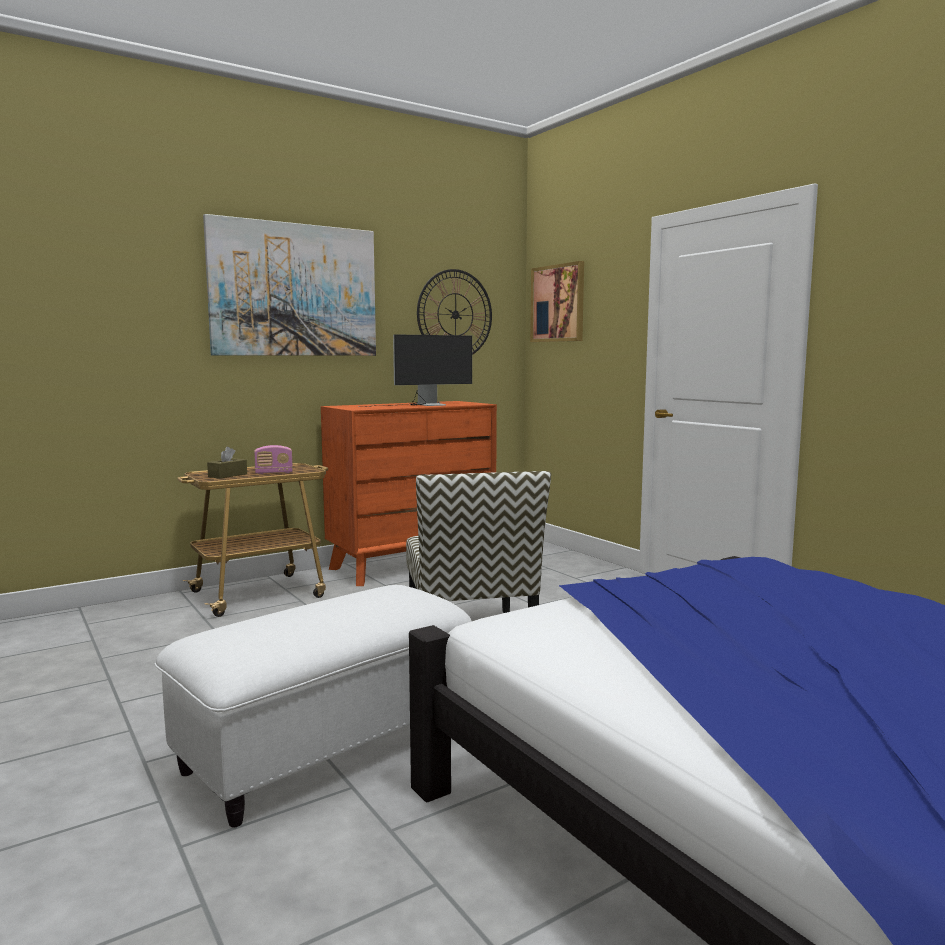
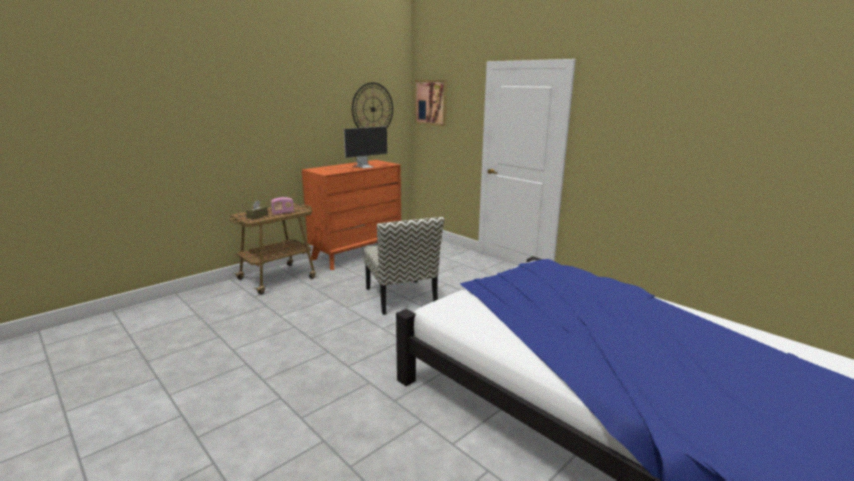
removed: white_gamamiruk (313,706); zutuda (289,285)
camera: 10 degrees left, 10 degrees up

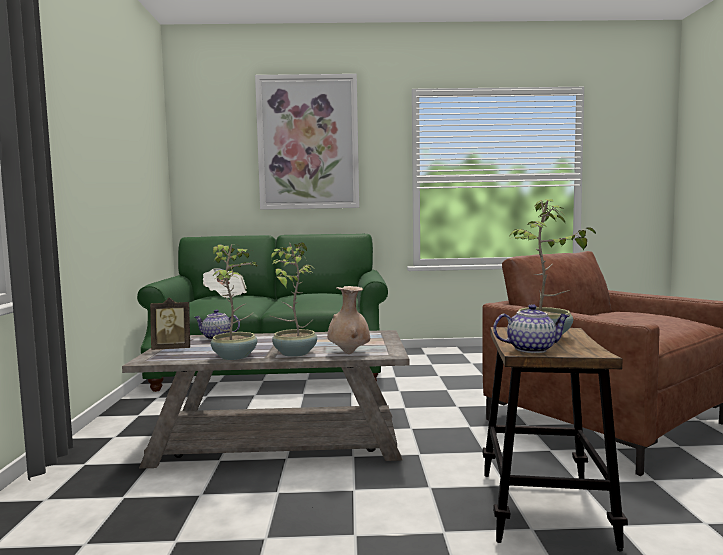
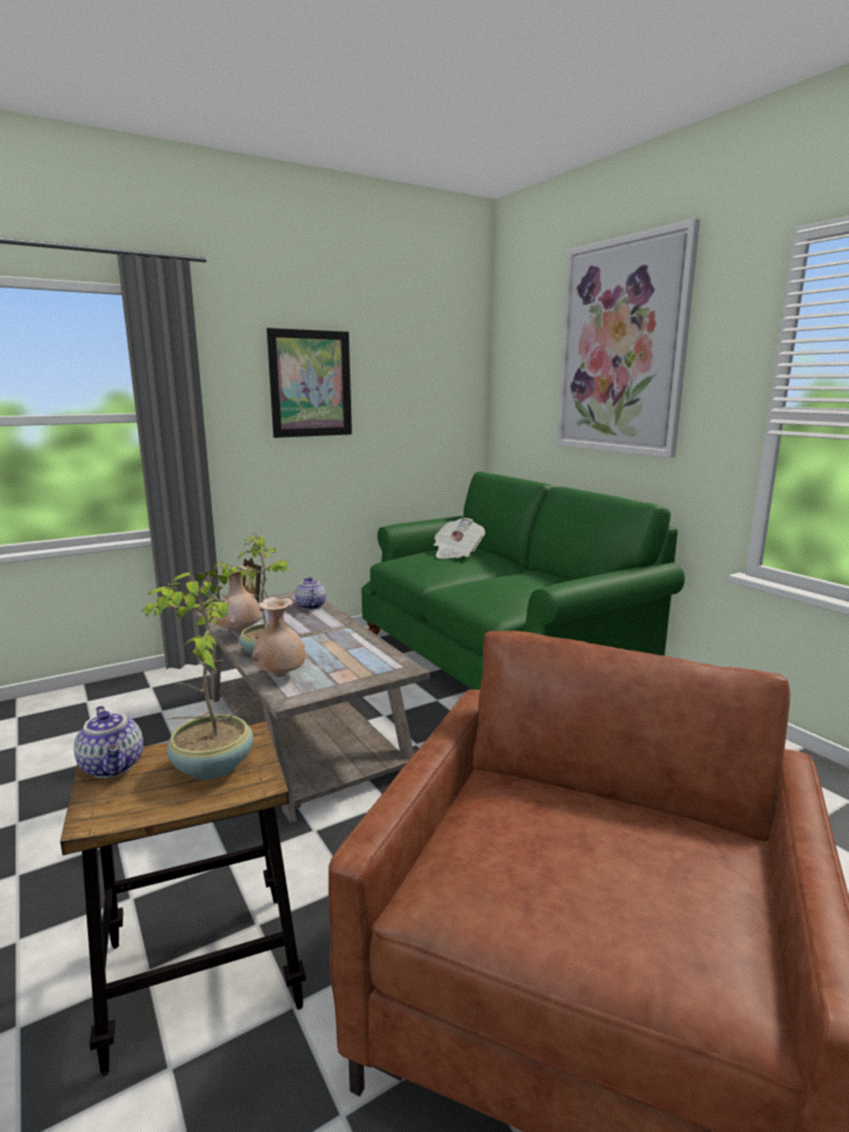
added: zutuda (309,383)
replaced: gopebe (234,302) to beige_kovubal (239,600)
camera: 60 degrees right, 10 degrees up

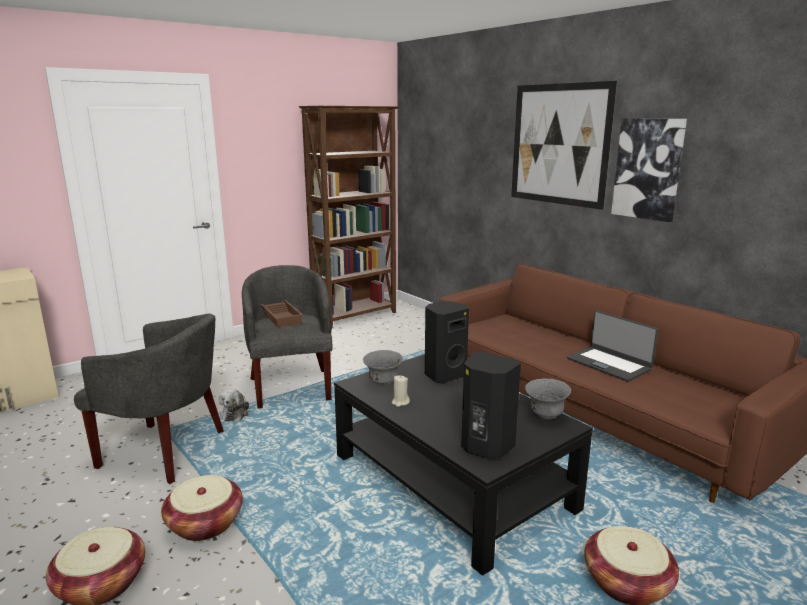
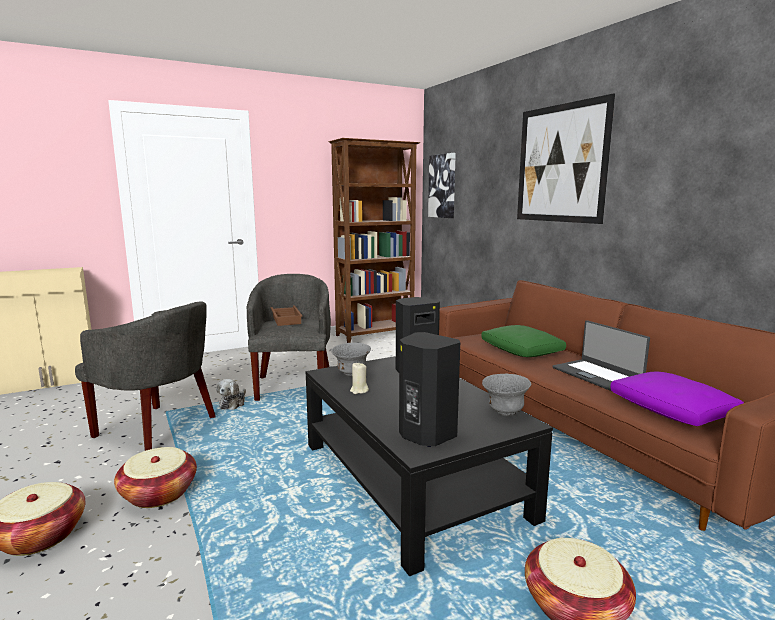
added: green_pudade (523,341); purple_pudade (677,398)
moved: zutuda (649,170) to (442,185)
camera: 10 degrees right, 5 degrees down

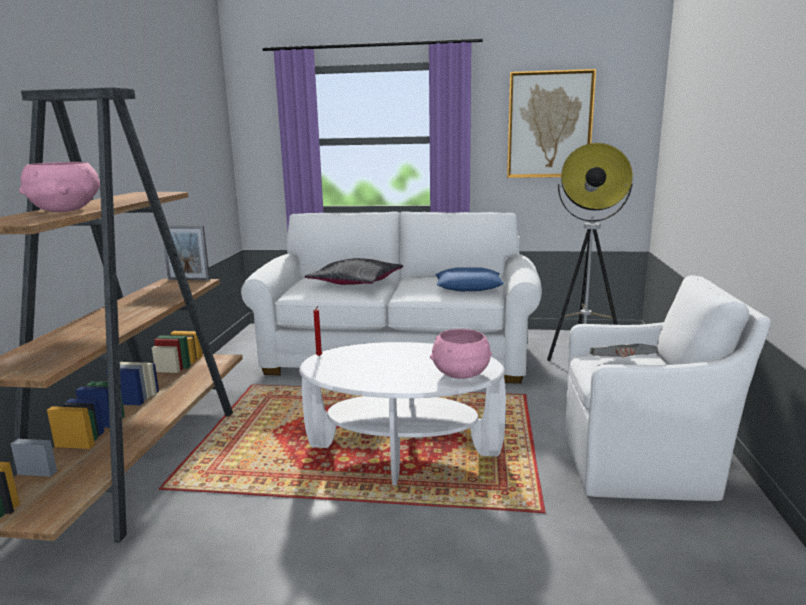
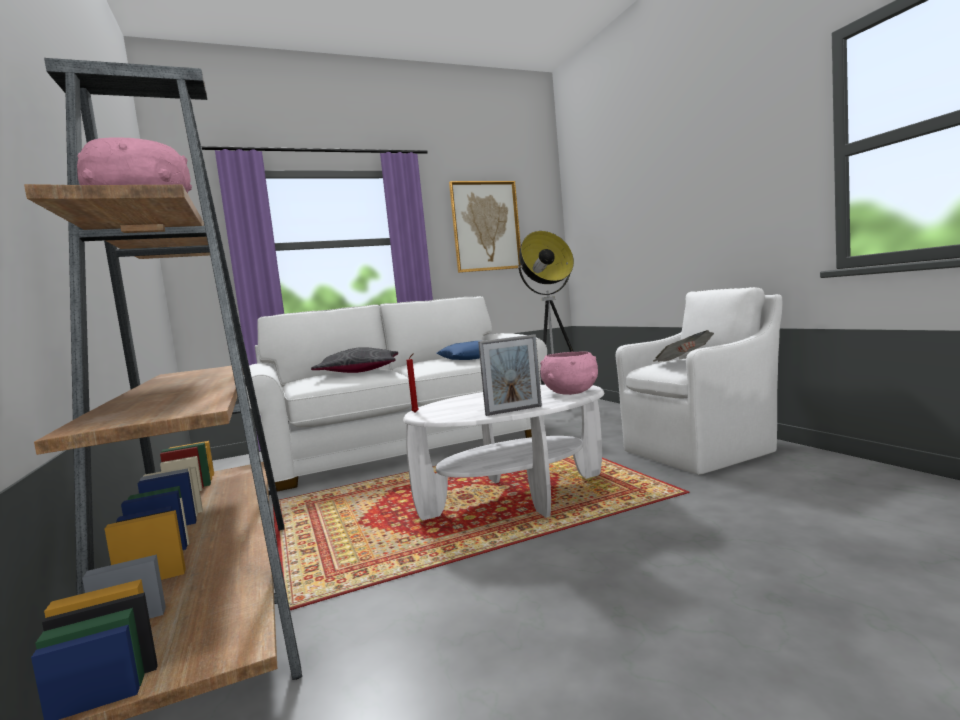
moved: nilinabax (186,253) to (510,375)
camera: 30 degrees left, 10 degrees down

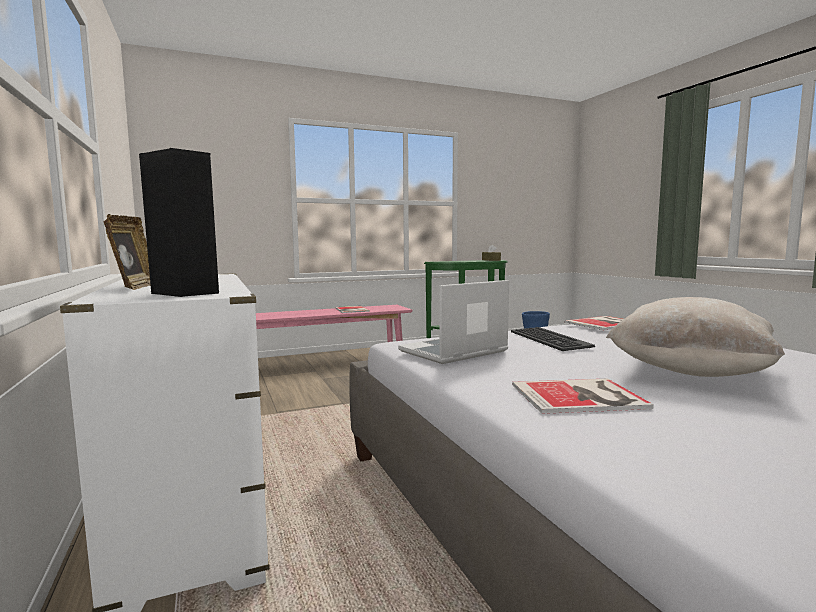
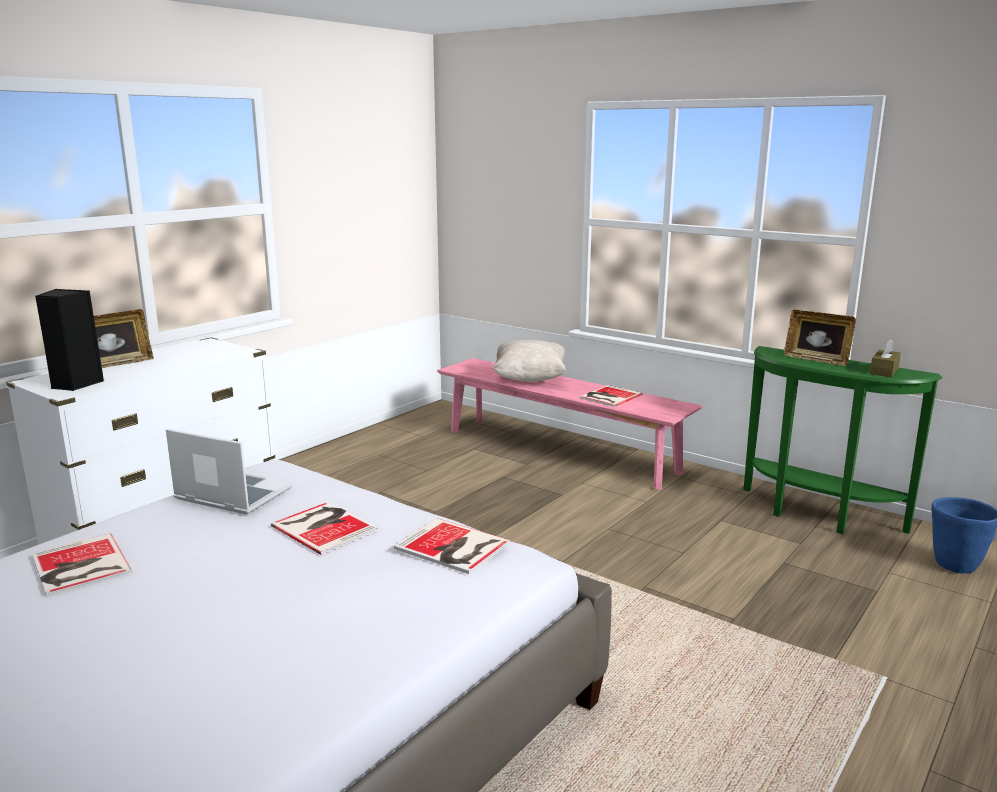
added: nilinabax (820,338)
moved: beige_pudade (695,337) to (529,361)
replaced: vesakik (553,339) to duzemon (325,528)
camera: 60 degrees right, 10 degrees up

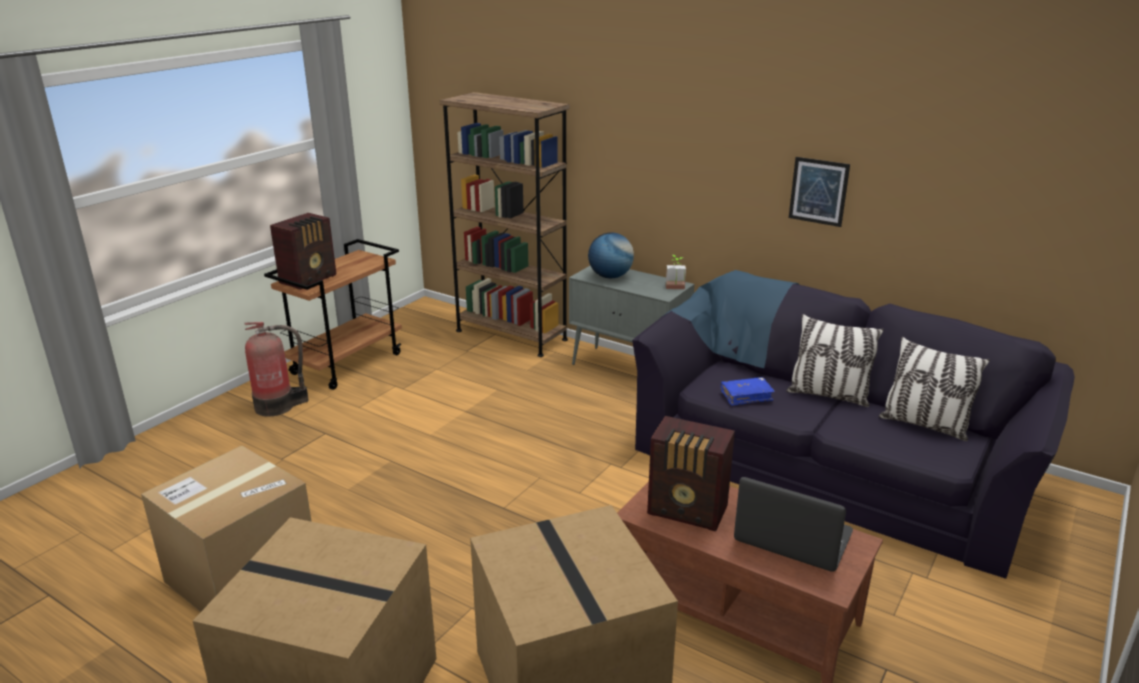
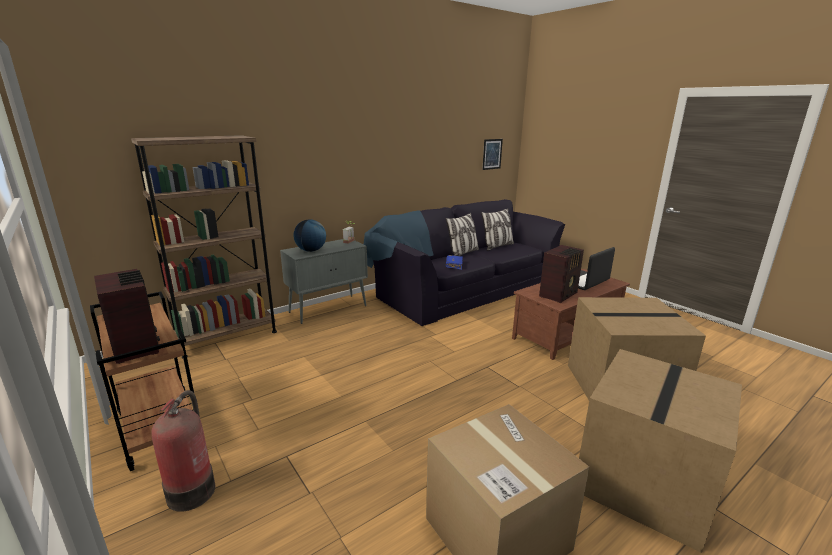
moved: zutuda (819,192) to (492,154)
camera: 70 degrees left, 5 degrees down

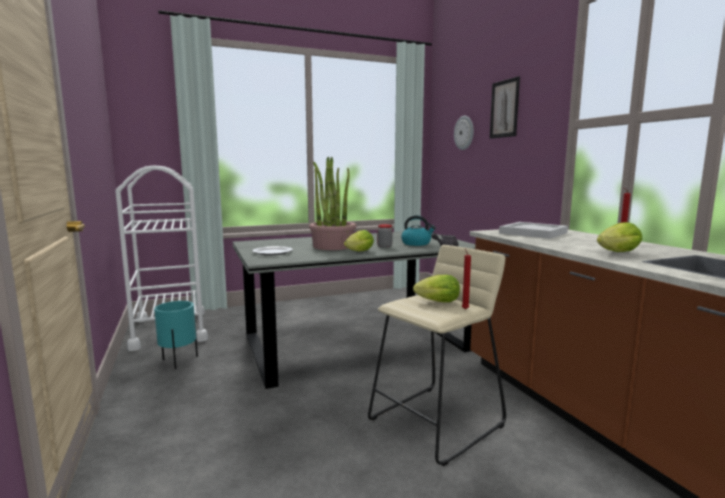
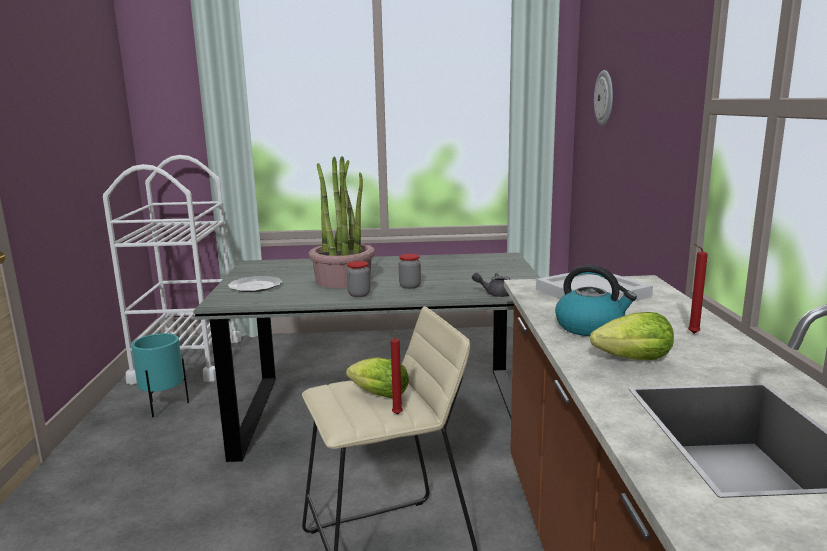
removed: zutuda (505,107)
moved: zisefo (418,230) to (596,300)
replaced: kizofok (359,240) to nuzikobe (358,279)
camera: 20 degrees right, 5 degrees up

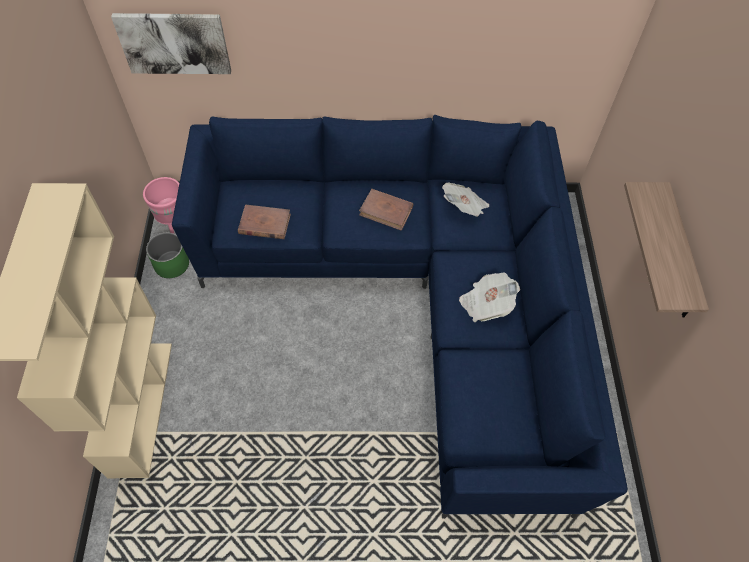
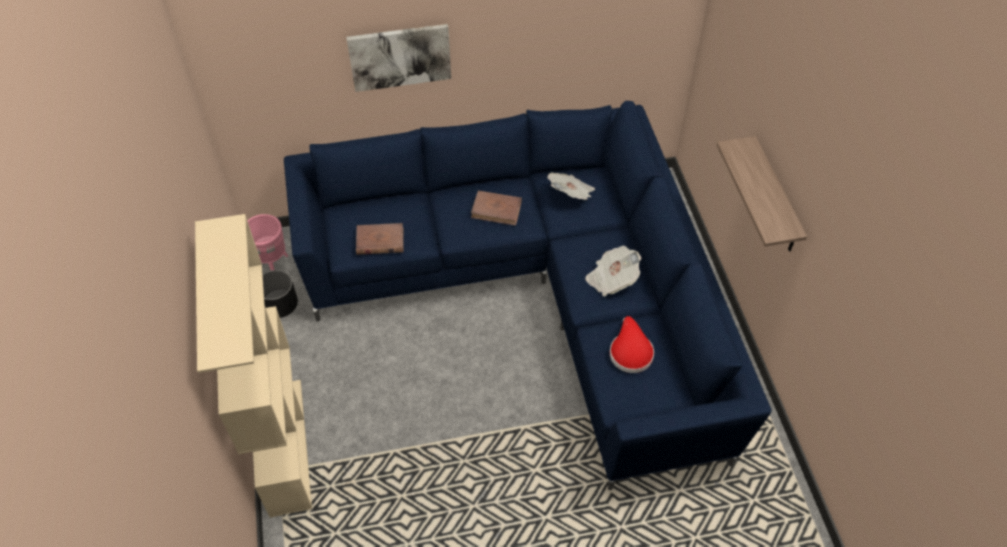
added: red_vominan (632,344)
moved: zutuda (171,43) to (398,58)
recoloured: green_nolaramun (167,255) to black_nolaramun (280,294)
camera: 10 degrees left, 5 degrees down

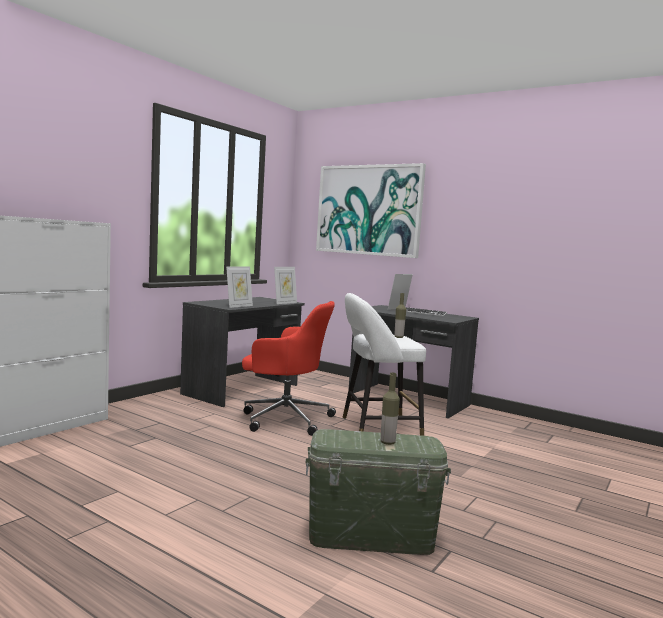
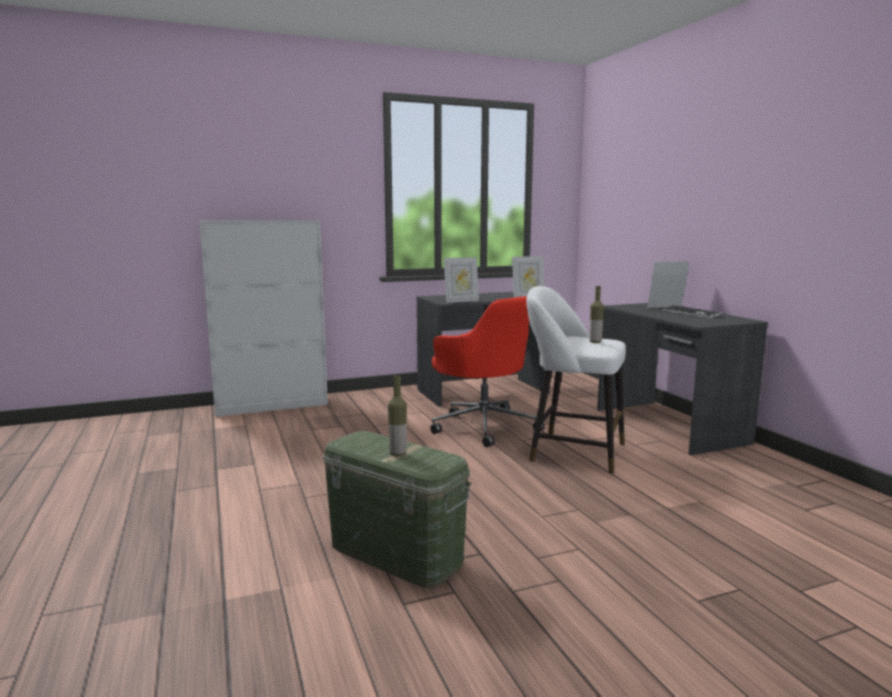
removed: zutuda (371,210)
camera: 35 degrees right, 5 degrees up

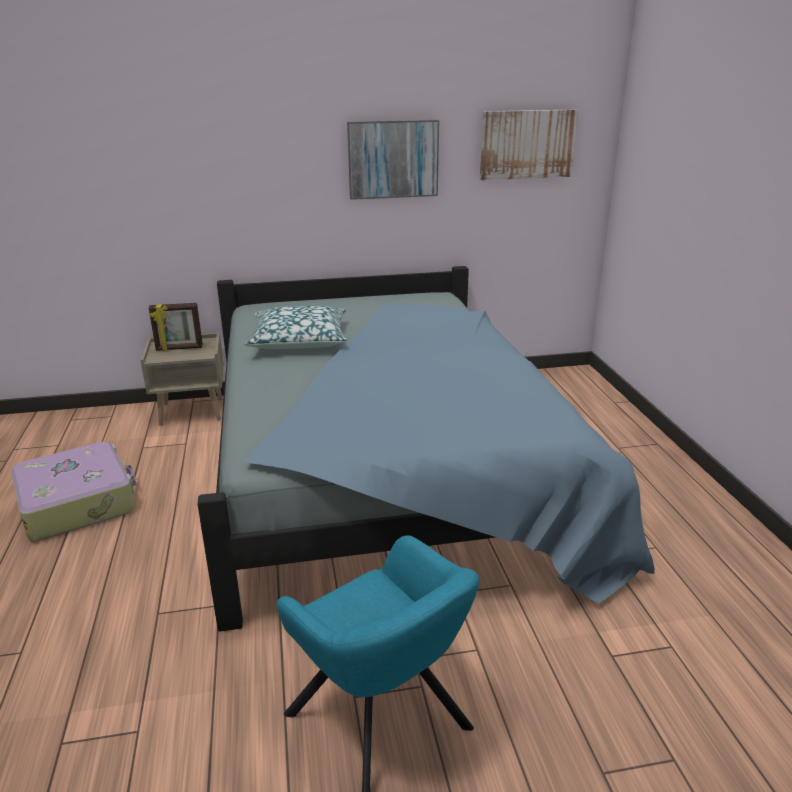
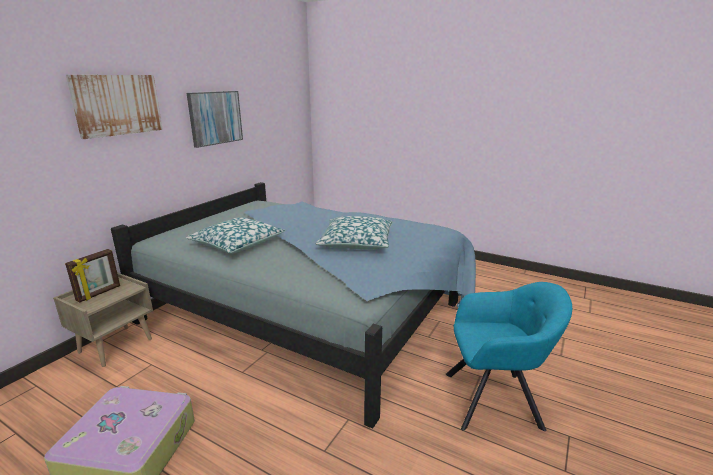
added: pudade (354,233)
moved: zutuda (529,144) to (114,107)
camera: 50 degrees left, 5 degrees down

